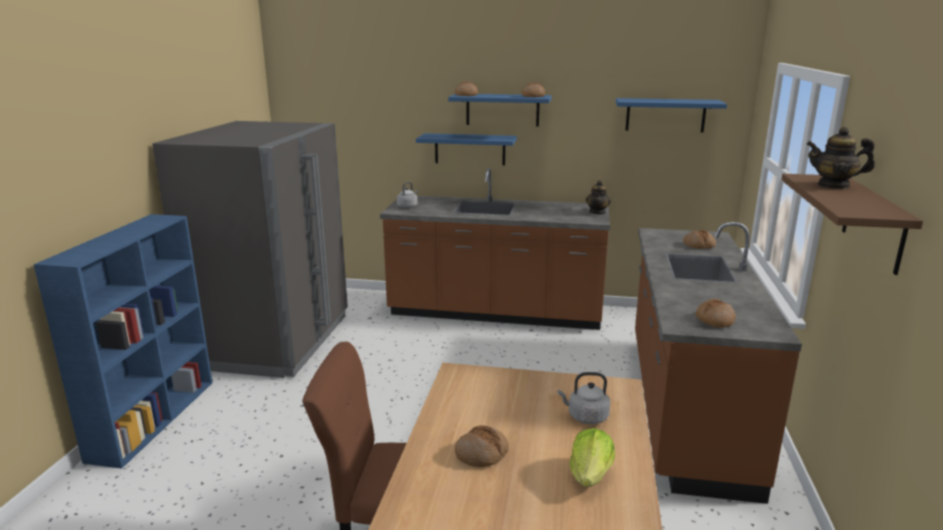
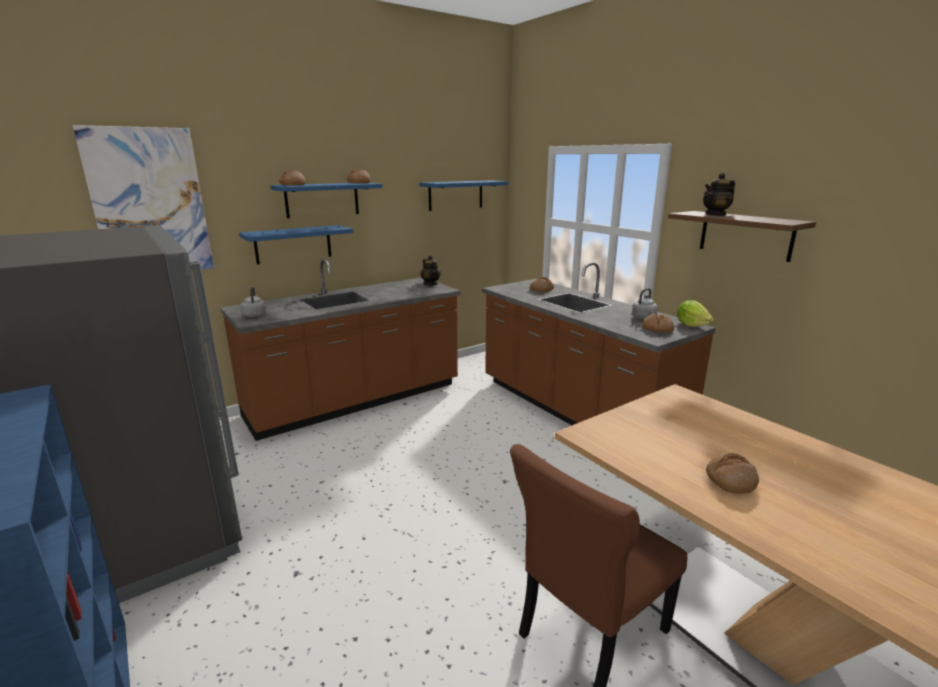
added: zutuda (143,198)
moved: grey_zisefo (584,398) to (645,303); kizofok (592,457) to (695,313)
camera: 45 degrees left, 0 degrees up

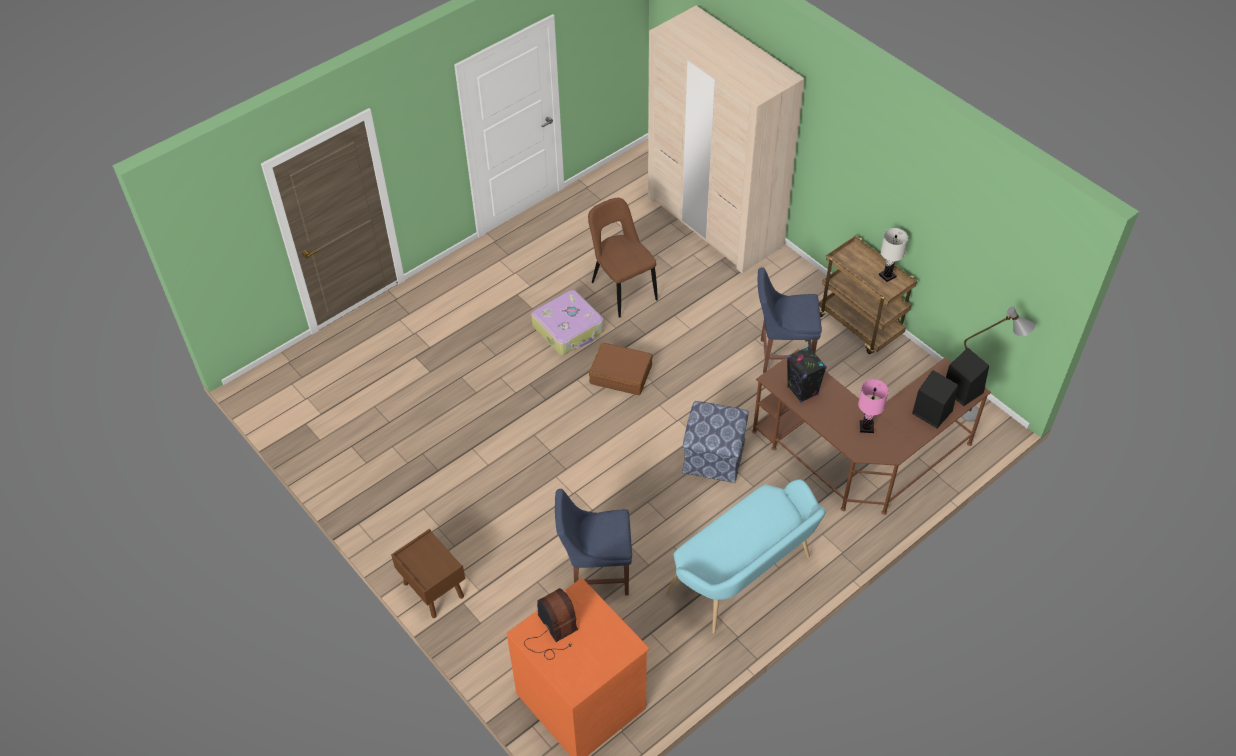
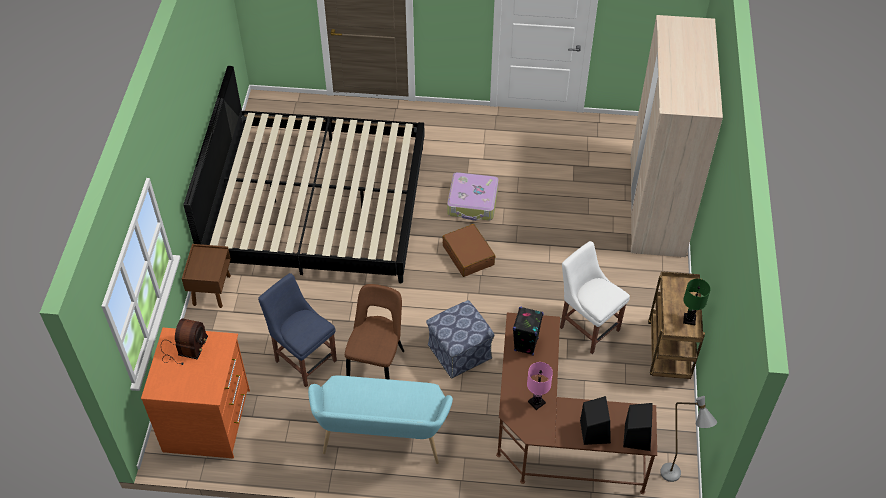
added: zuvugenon (304,175)
moved: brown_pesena (623,258) to (374,332)
recoloured: blue_pesena (790,320) to white_pesena (595,297); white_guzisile (893,255) to green_guzisile (696,302)
camera: 45 degrees right, 0 degrees up

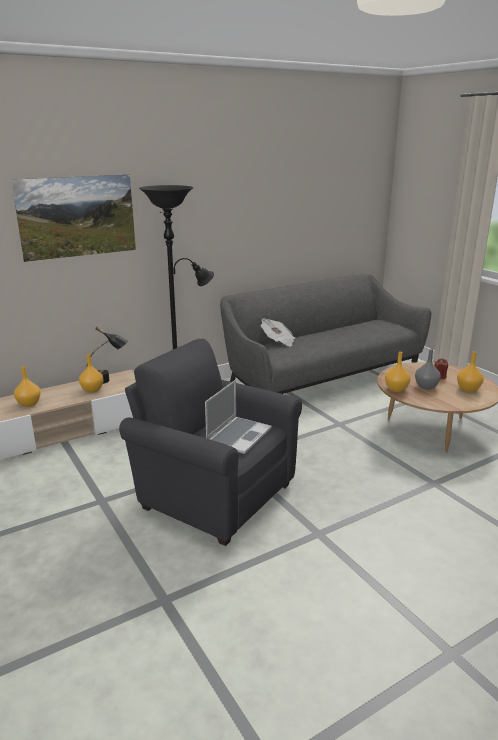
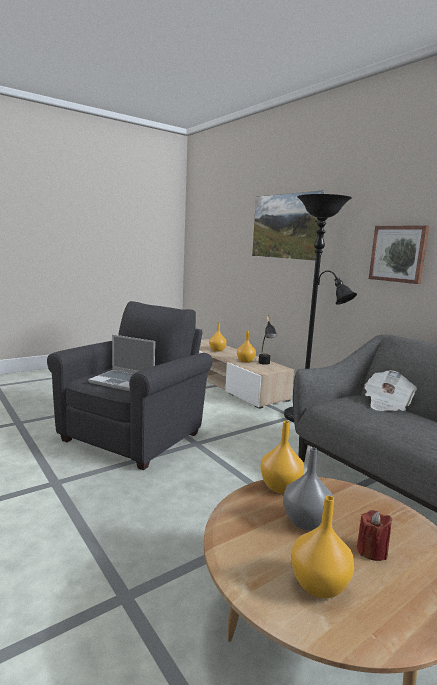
added: zutuda (399,254)
camera: 85 degrees right, 10 degrees down

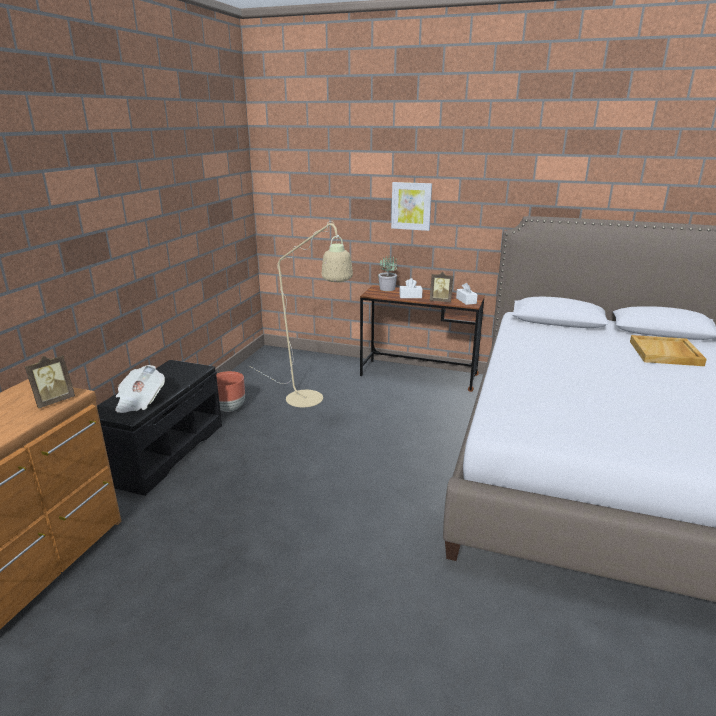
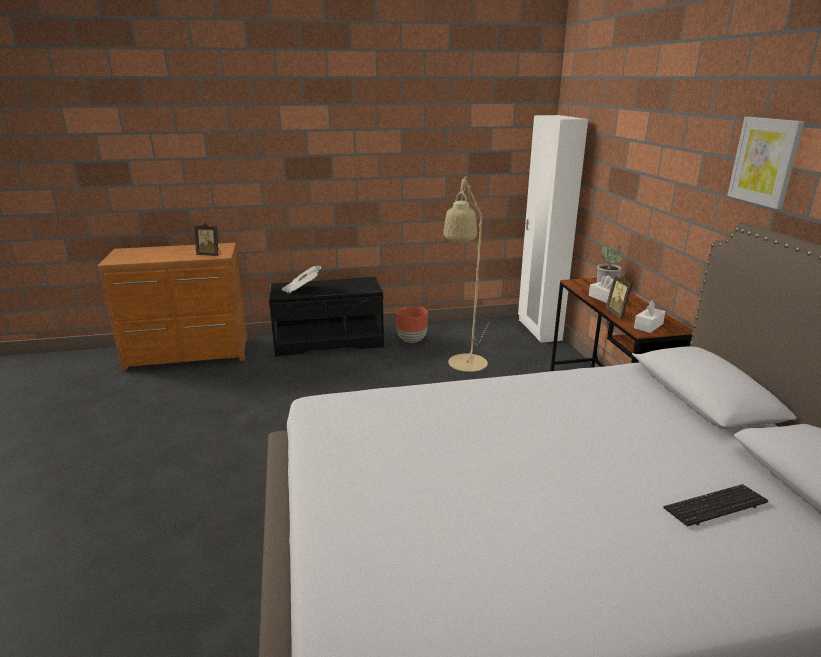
added: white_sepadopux (553,229)
moved: zutuda (411,206) to (765,163)
replaced: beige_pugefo (668,350) to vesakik (716,505)
camera: 60 degrees right, 0 degrees up

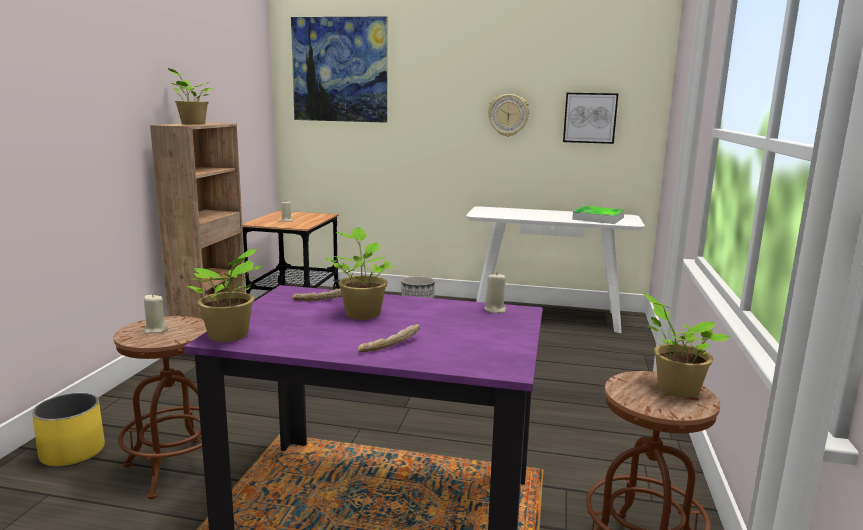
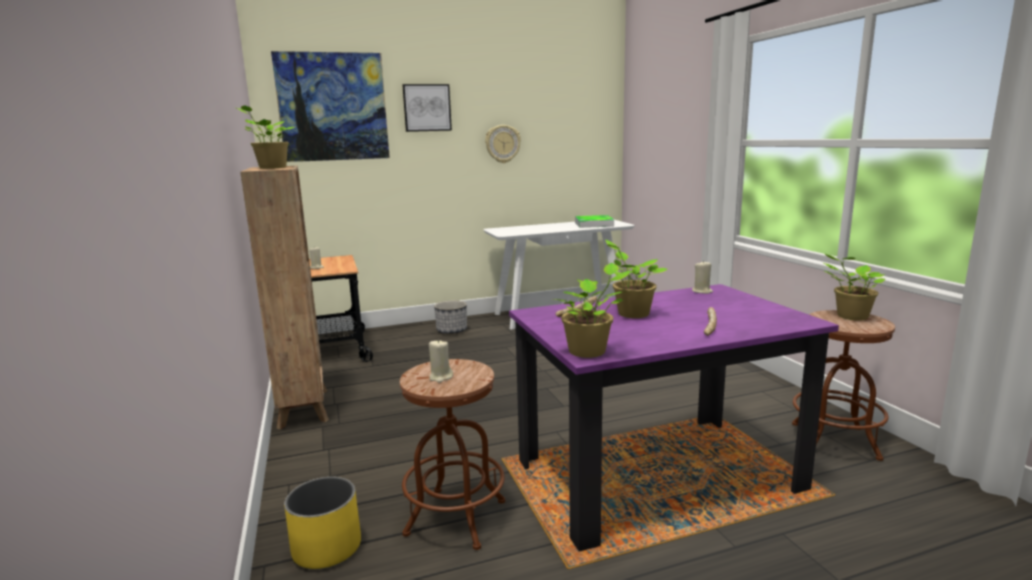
moved: zutuda (590,118) to (427,108)
camera: 30 degrees left, 0 degrees up

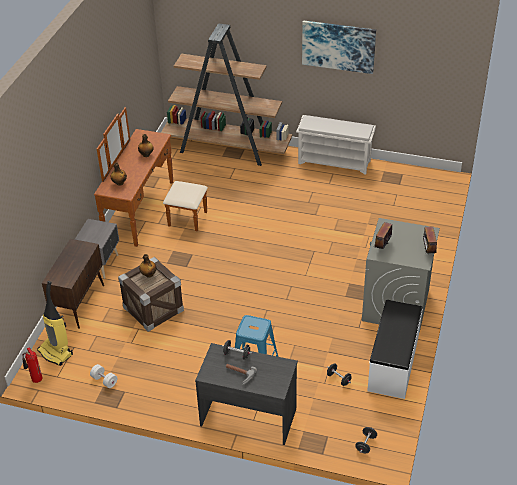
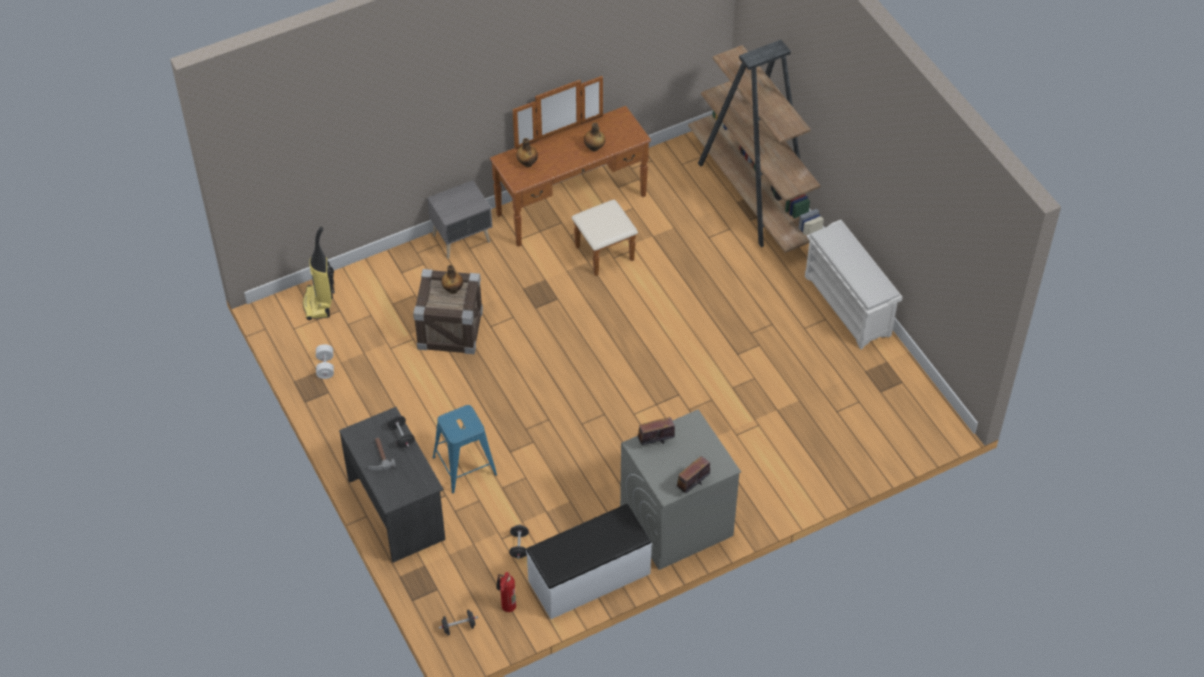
removed: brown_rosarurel (73,284); zutuda (339,47)
moved: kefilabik (32,365) to (506,592)
camera: 45 degrees right, 10 degrees up

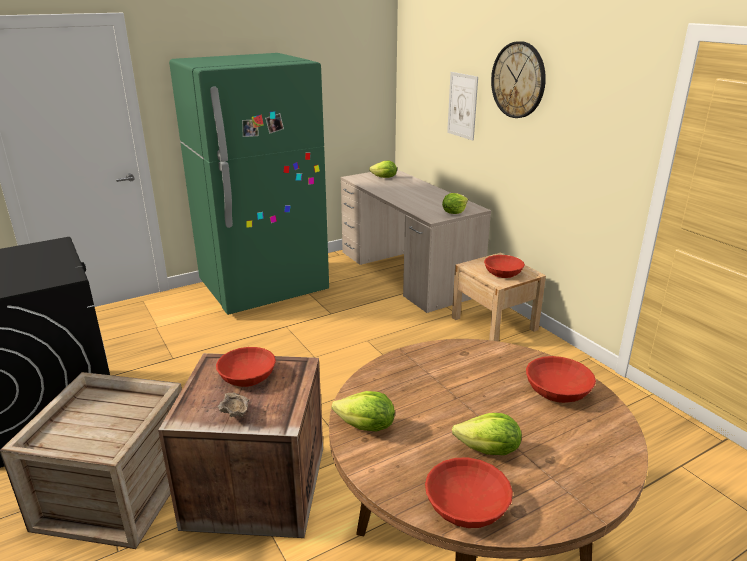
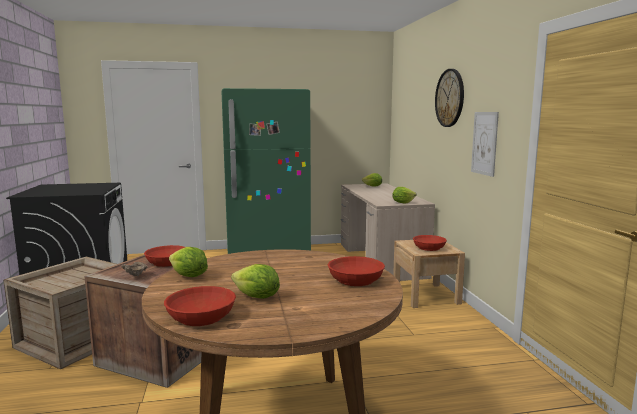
moved: zutuda (462,106) to (485,144)
camera: 20 degrees right, 15 degrees down

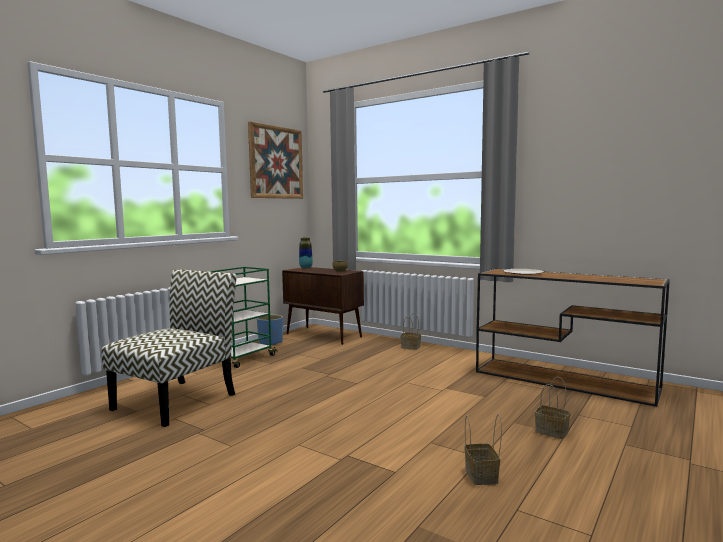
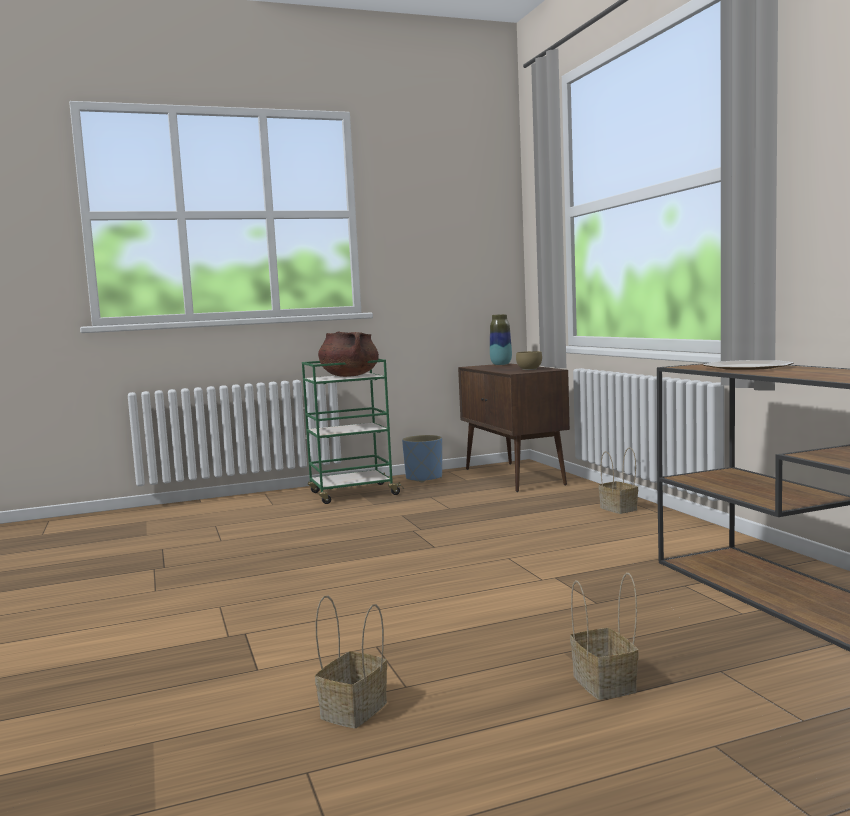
removed: pesena (169,348); zutuda (275,160)
added: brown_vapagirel (348,354)
camera: 35 degrees right, 0 degrees up

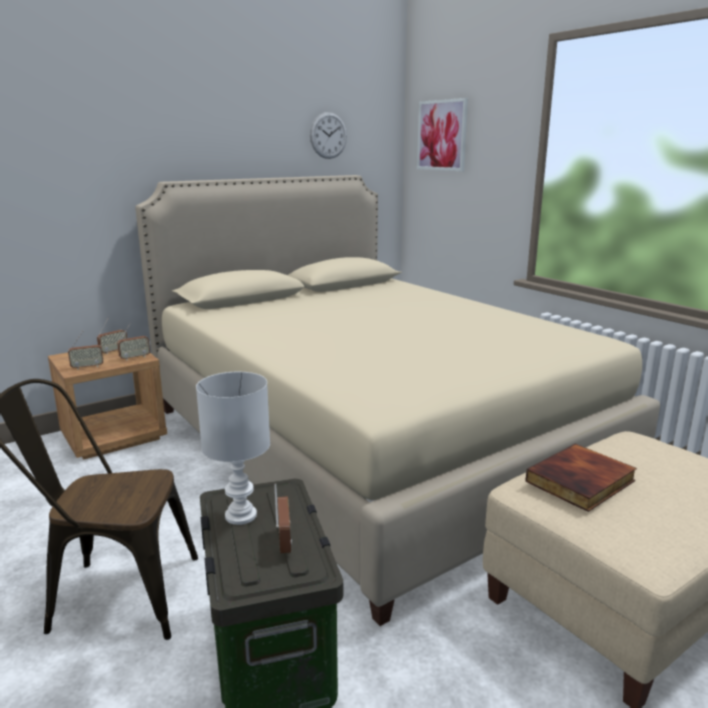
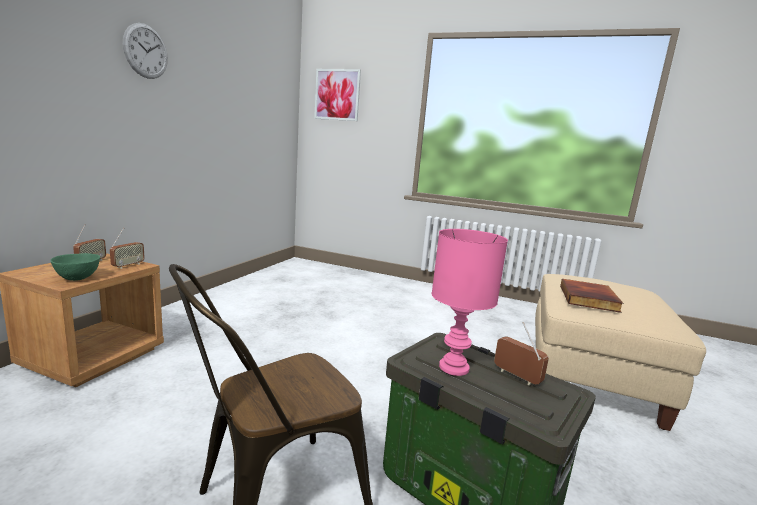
removed: beige_zuvugenon (397,400)
moved: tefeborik (328,135) to (145,51)
replaced: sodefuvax (85,350) to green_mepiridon (75,267)
recoloured: white_guzisile (233,448) to pink_guzisile (470,302)
camera: 35 degrees left, 5 degrees down

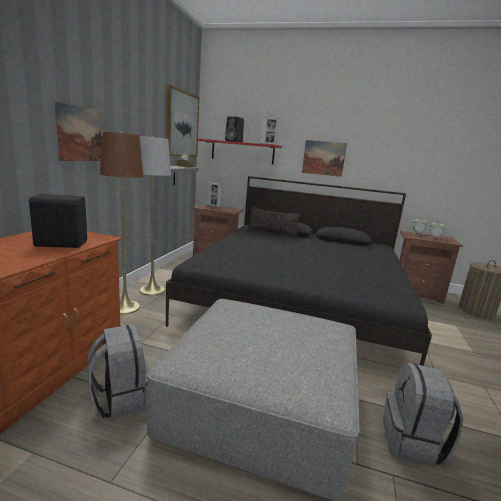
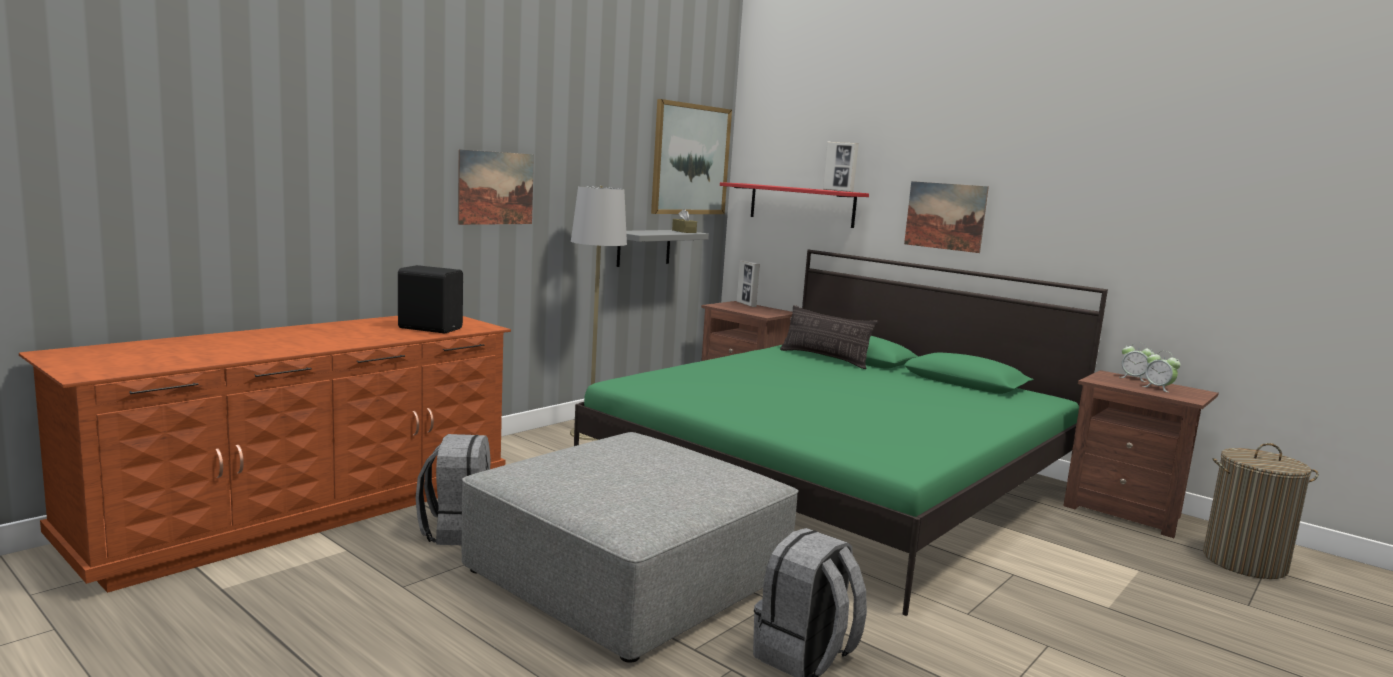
removed: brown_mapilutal (122,223); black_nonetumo (234,129)
recoloured: black_zuvugenon (299,271) to green_zuvugenon (841,432)
camera: 25 degrees right, 5 degrees down

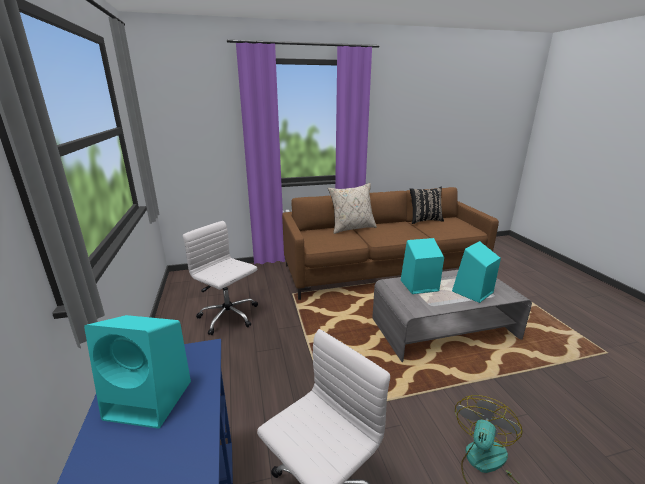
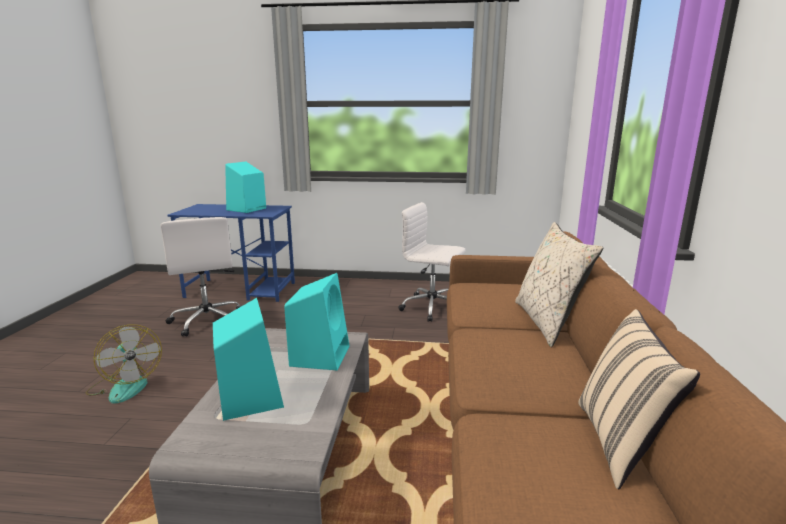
recoloured: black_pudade (427,205) to beige_pudade (639,399)
turned: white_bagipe (220,278) = (432,262) 120 degrees counterclockwise
camera: 110 degrees right, 5 degrees down

